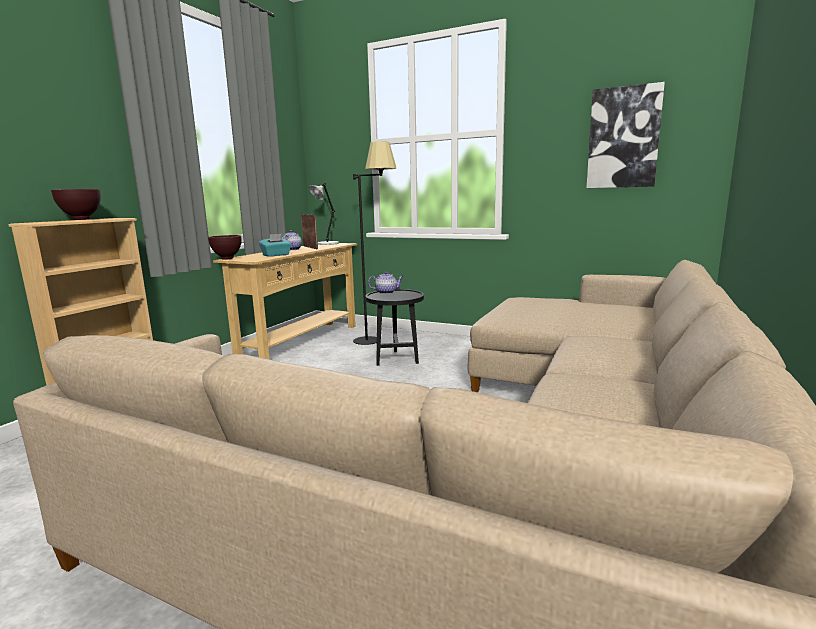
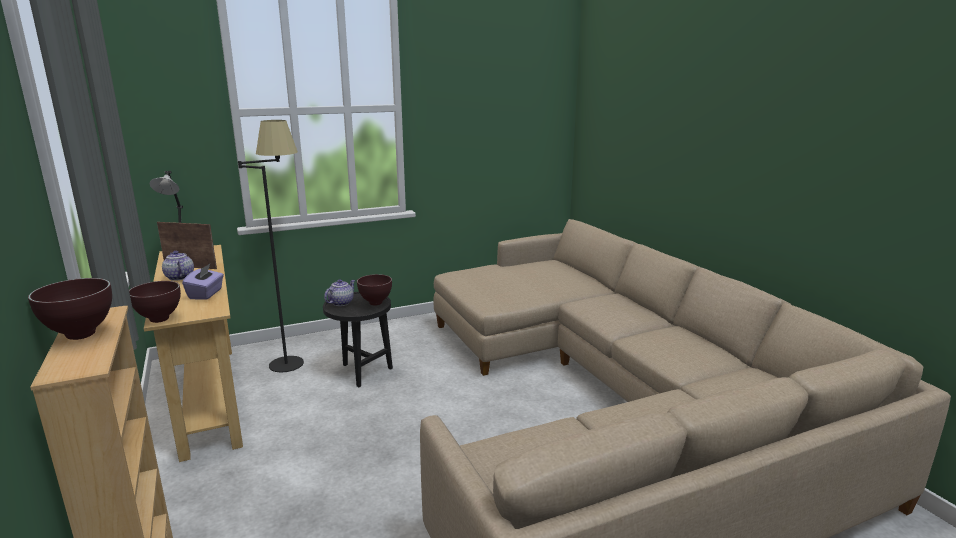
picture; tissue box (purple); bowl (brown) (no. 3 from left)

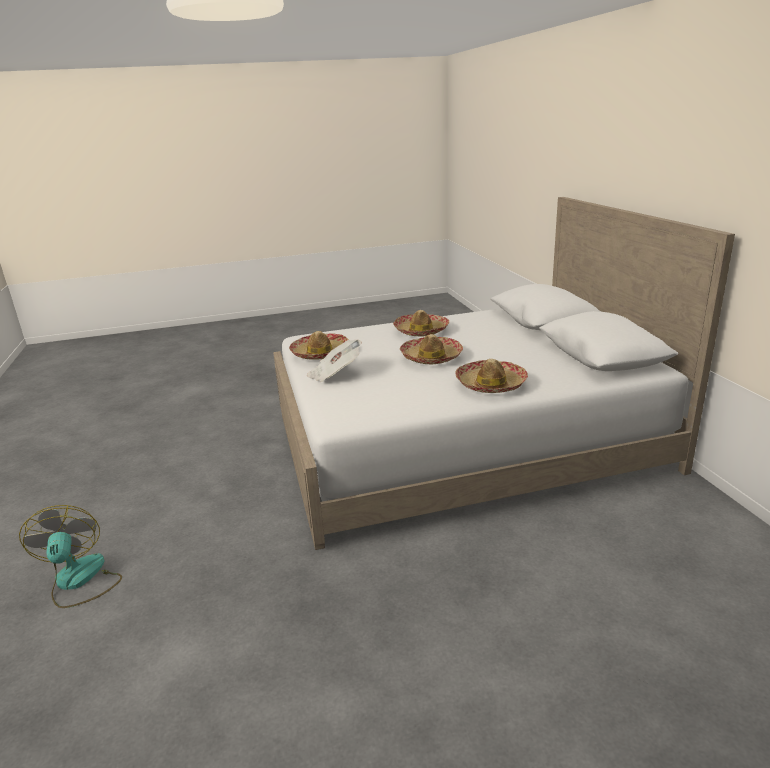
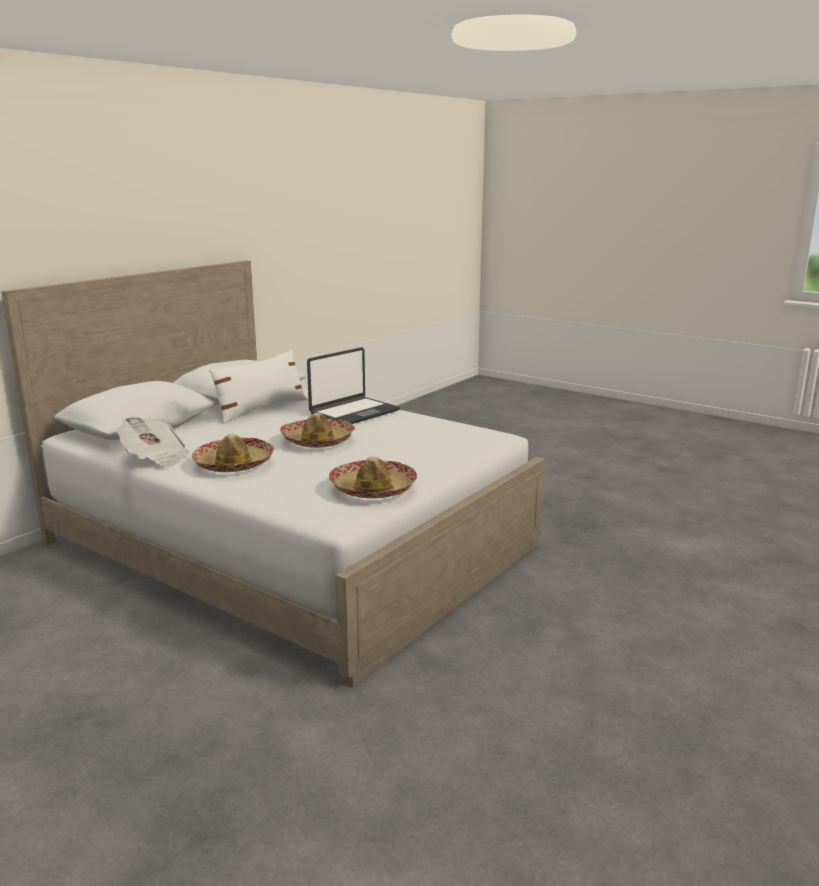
newspaper; laptop; fan; pillow (white)

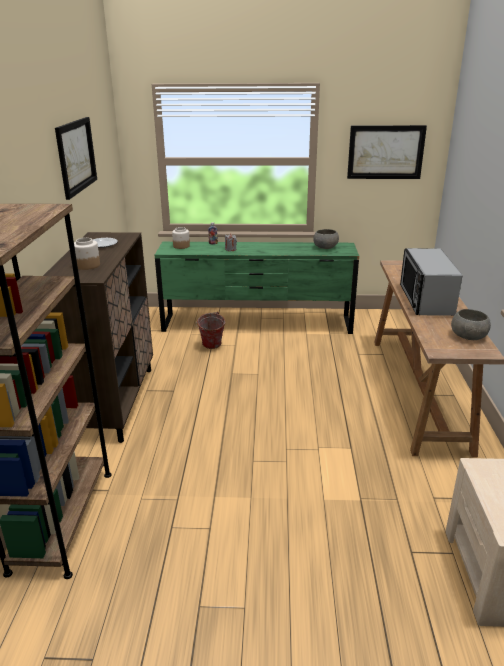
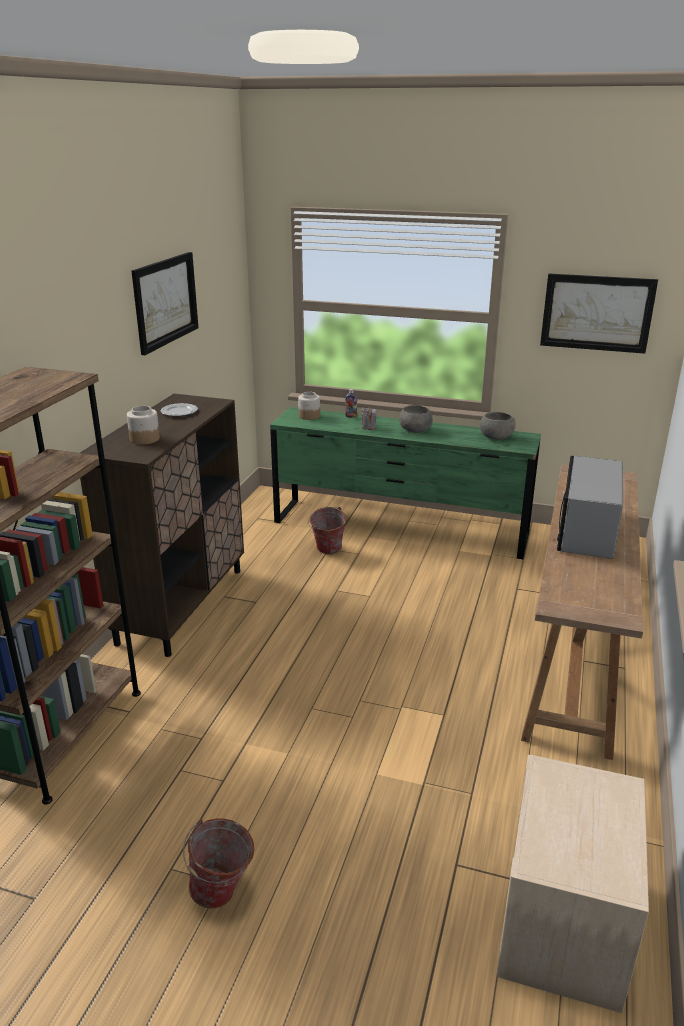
bowl (grey) (no. 1 from left); bucket (no. 1 from left)

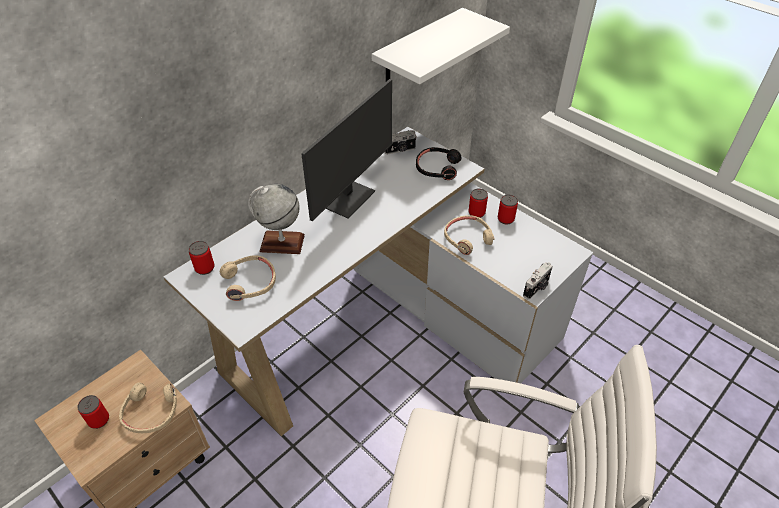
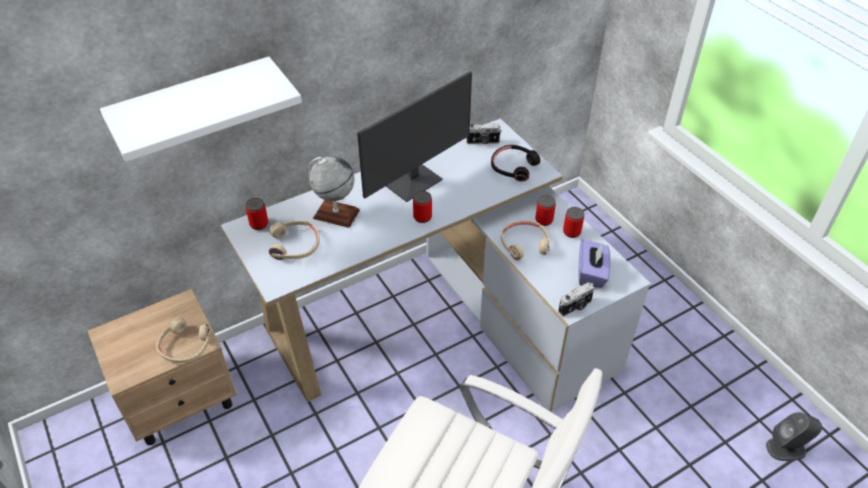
shelf (white); can (no. 2 from left); tissue box (purple); speaker (grey)

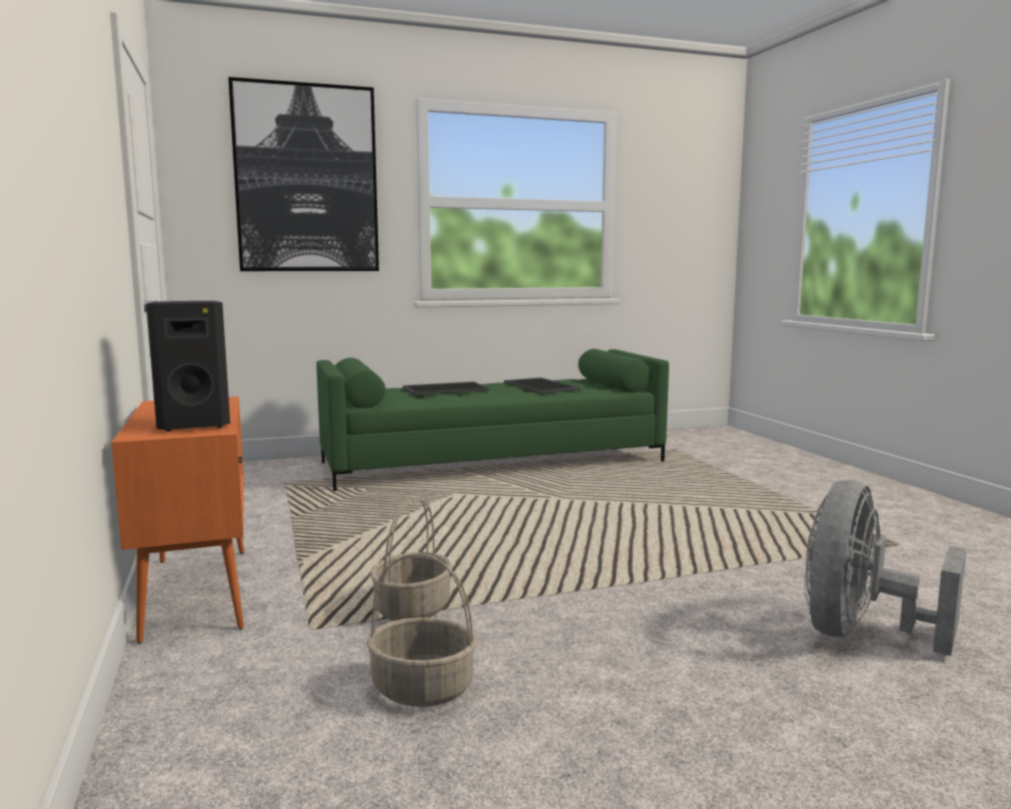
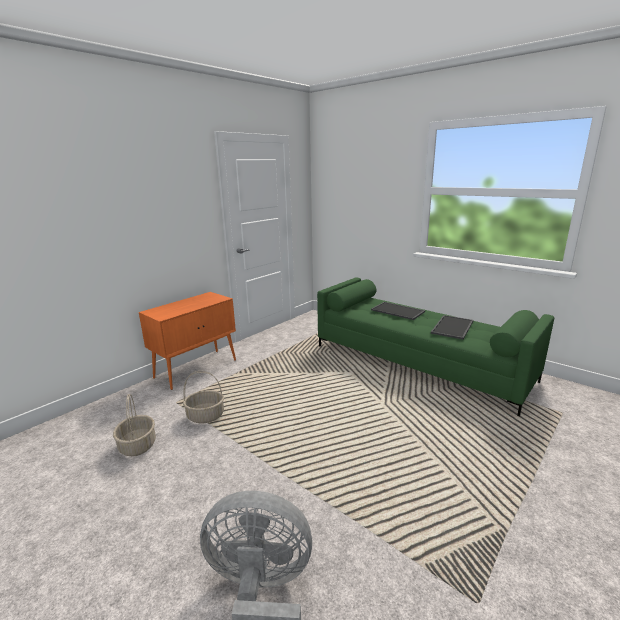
picture; speaker (black)

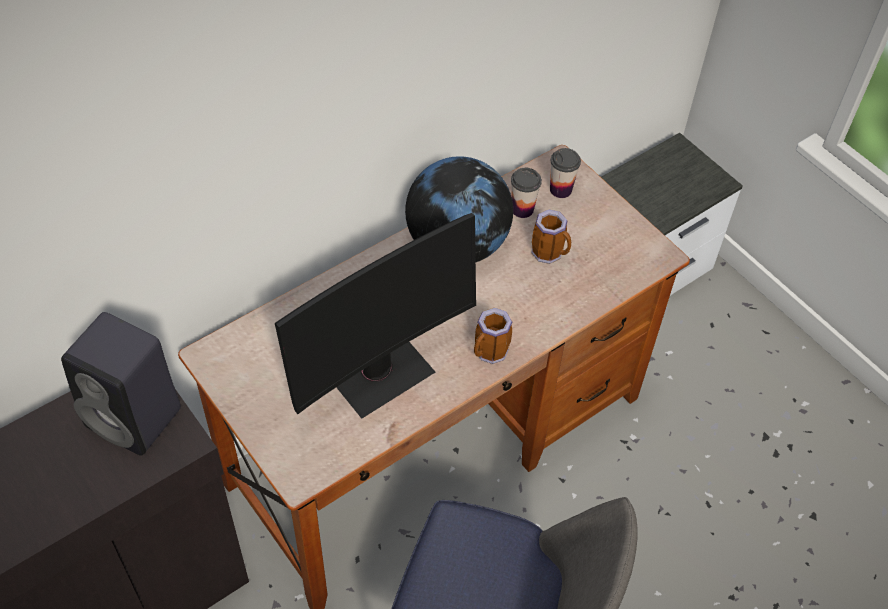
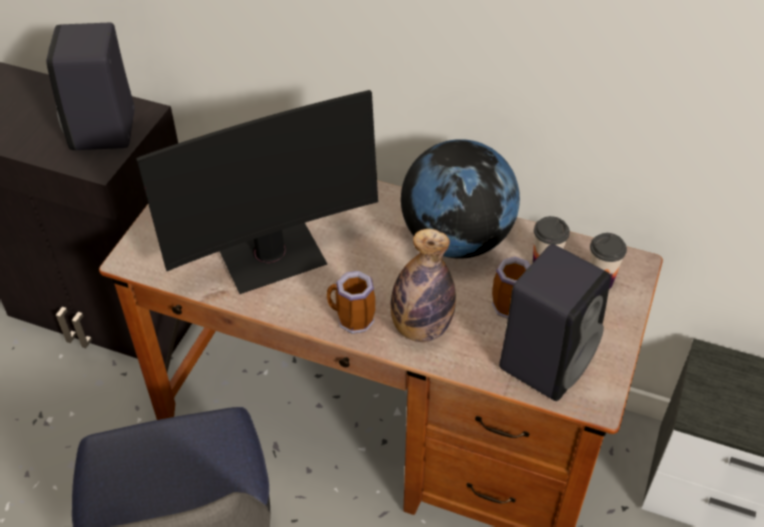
monitor; bottle; speaker (black) (no. 2 from left)

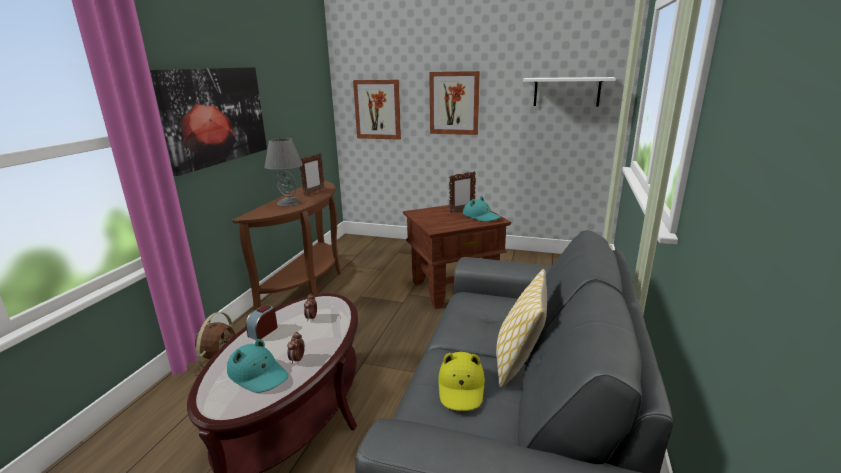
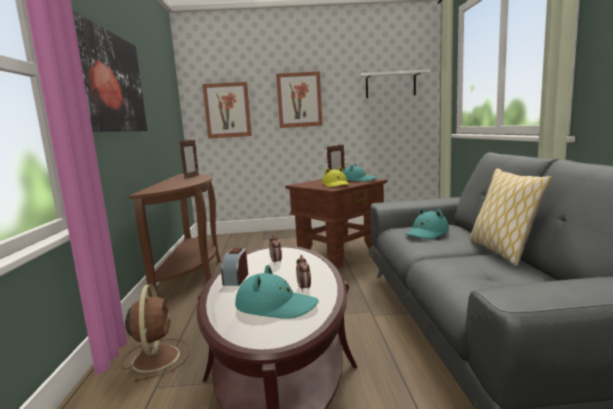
table lamp (grey); hat (yellow); hat (turquoise) (no. 3 from left)

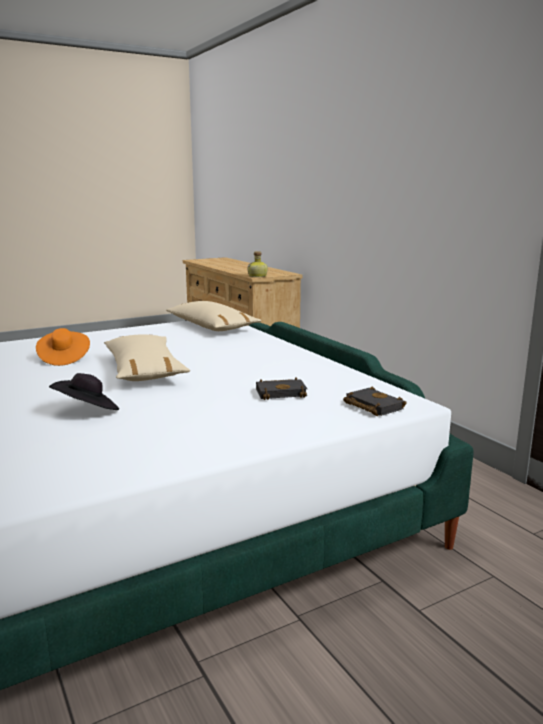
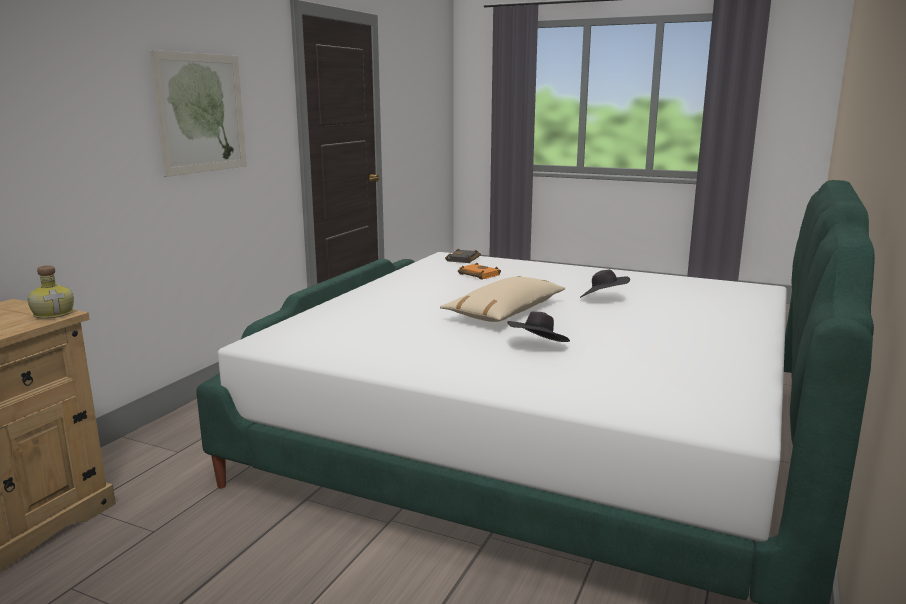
pillow (beige) (no. 2 from left in the first image); hat (black) (no. 1 from left); book (orange); picture

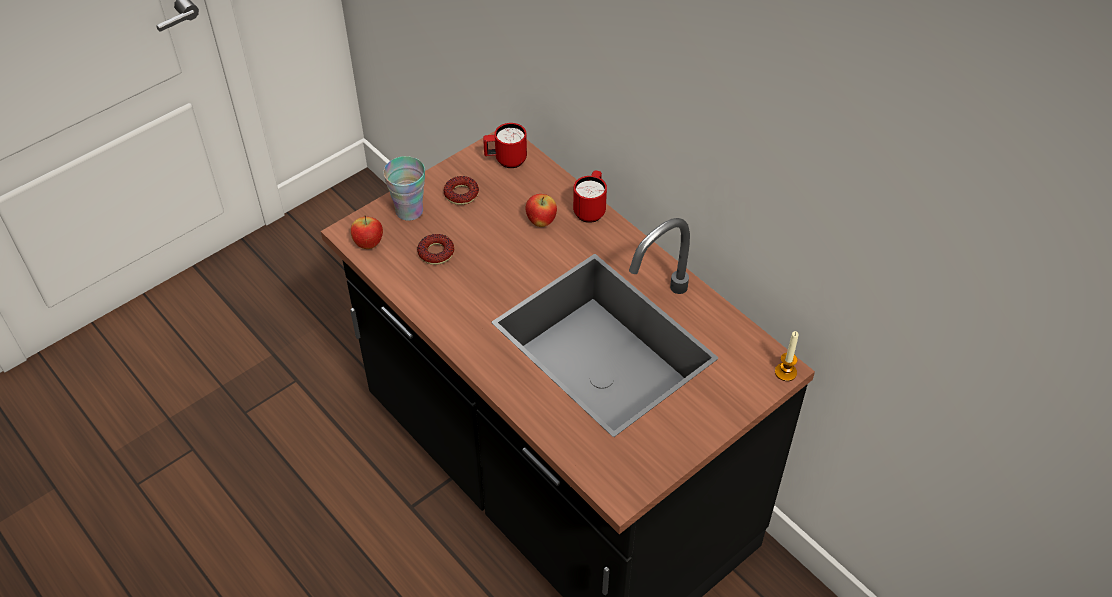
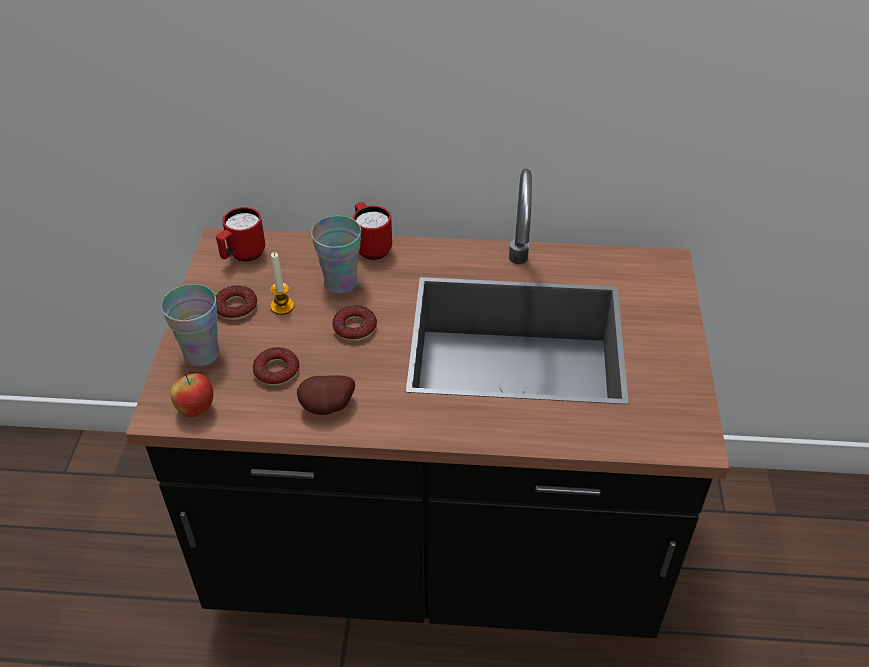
cup (no. 2 from left); candle; donut (no. 3 from left); potato

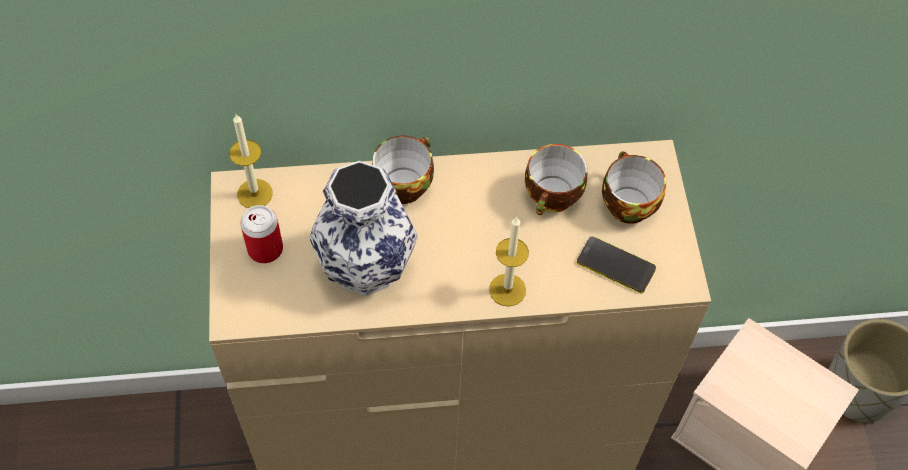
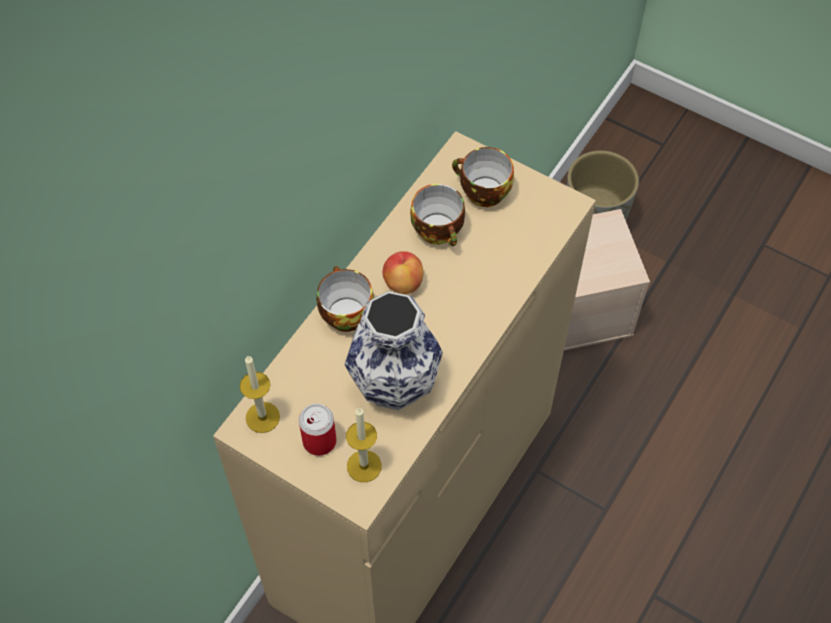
candle (no. 2 from left); phone; apple

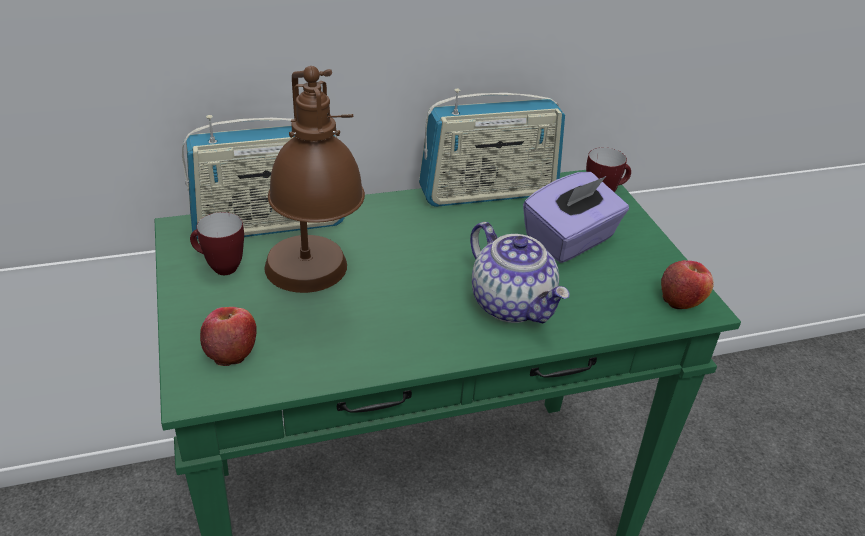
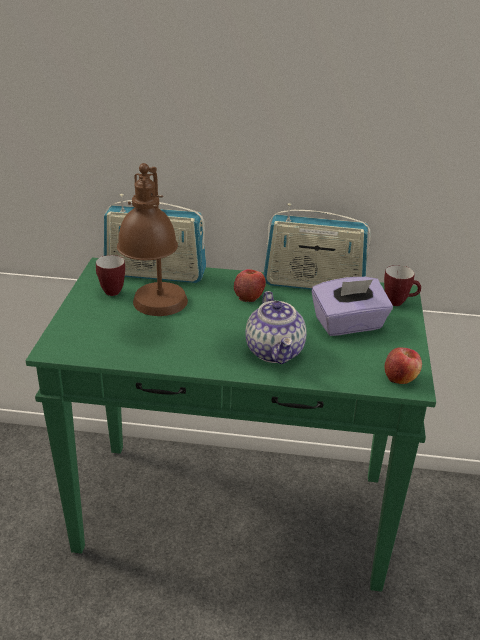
apple (no. 1 from left)

